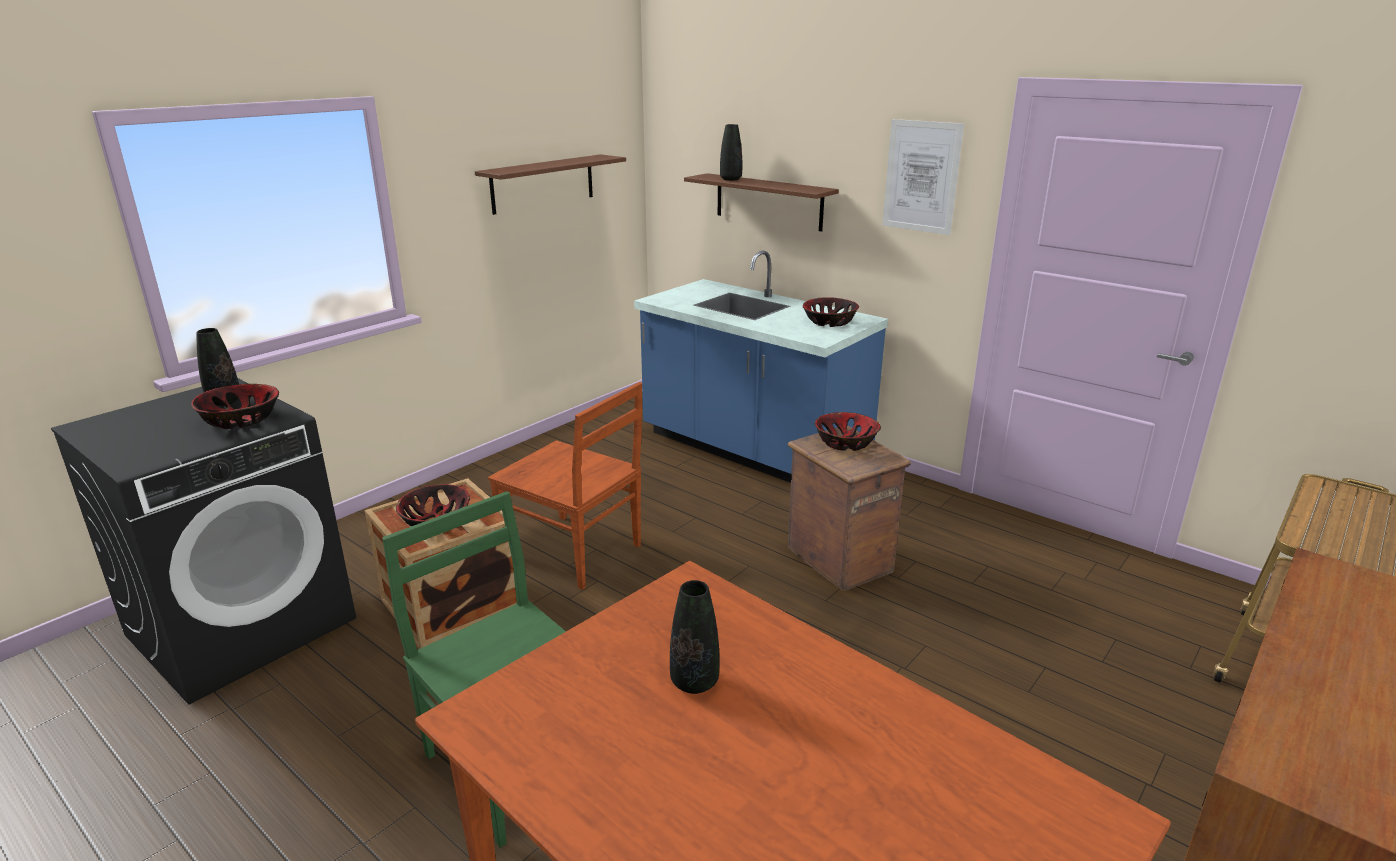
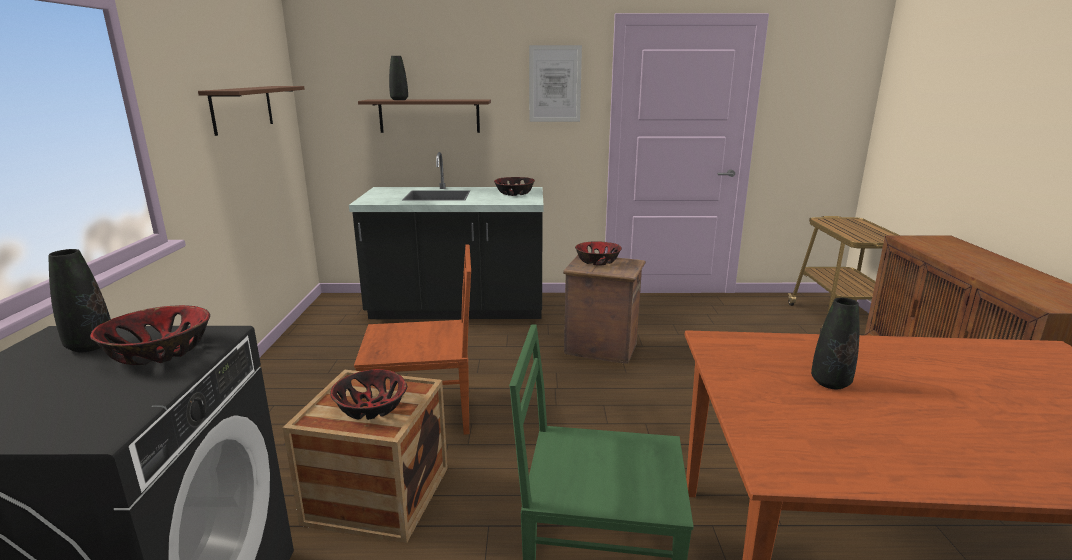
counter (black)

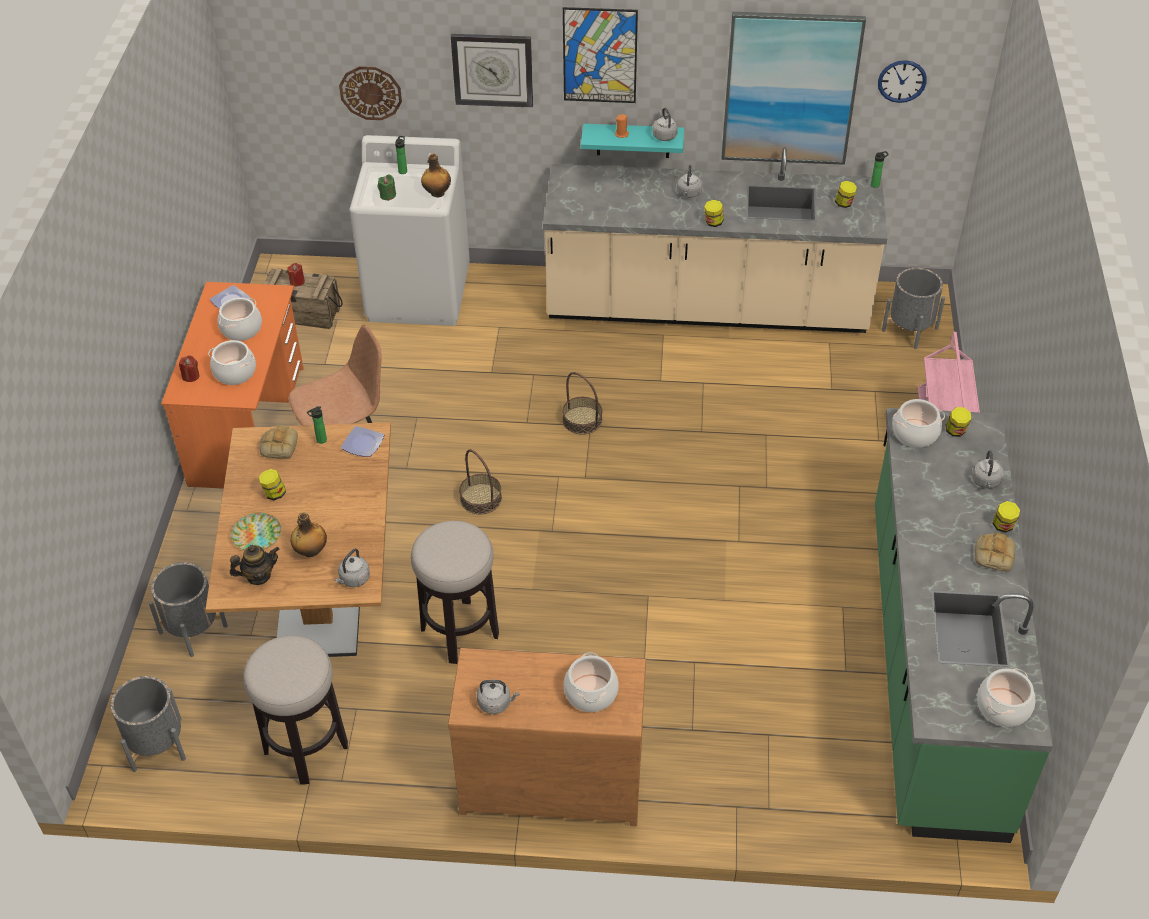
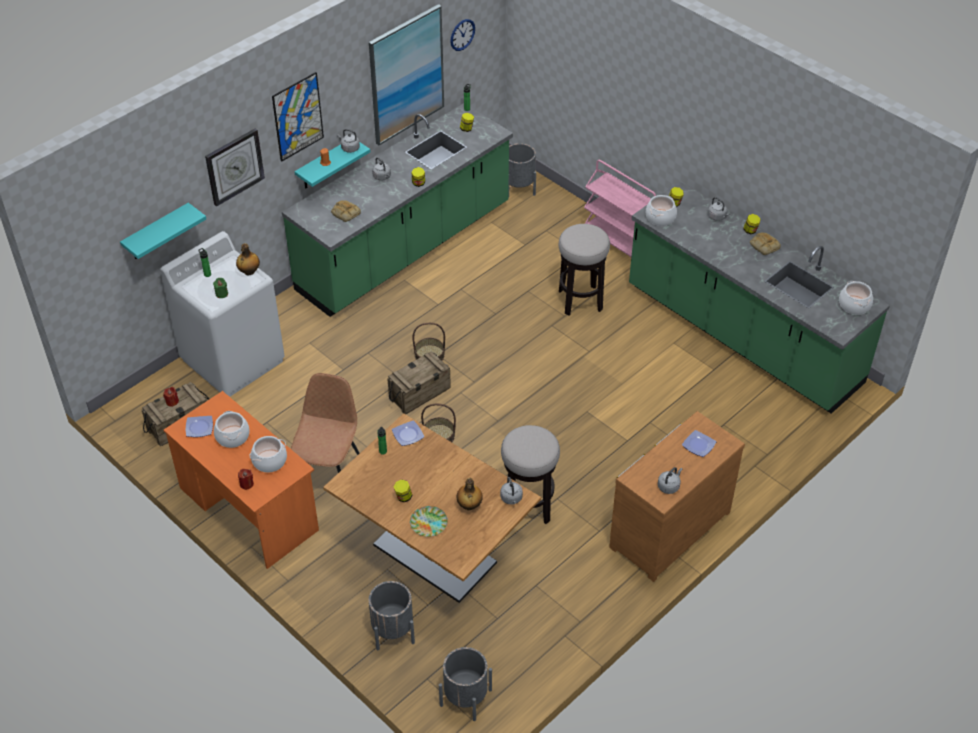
shelf (turquoise) (no. 1 from left); counter (green) (no. 1 from left); bread (no. 1 from left); teapot; stool (no. 2 from left); plate (no. 4 from left); crate (no. 2 from left)

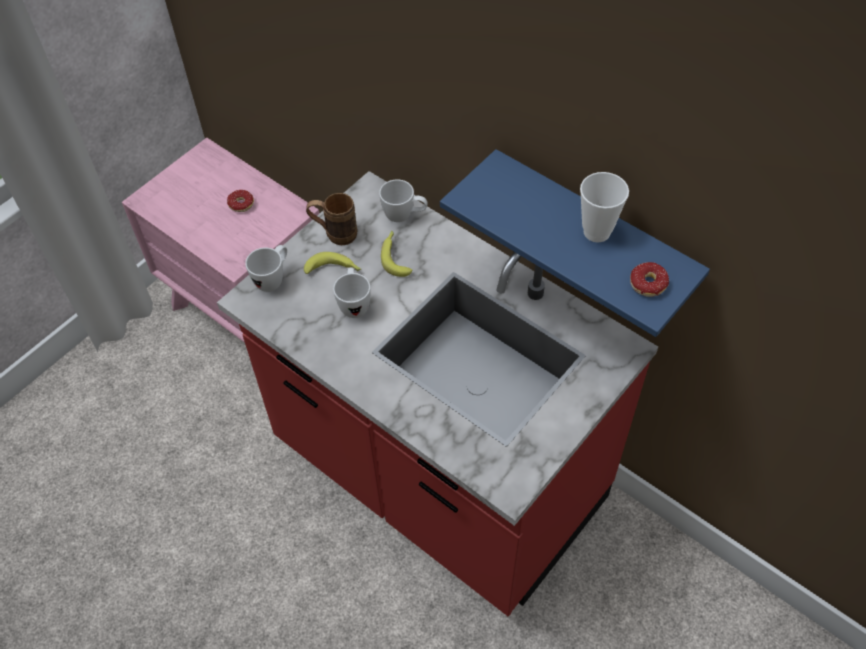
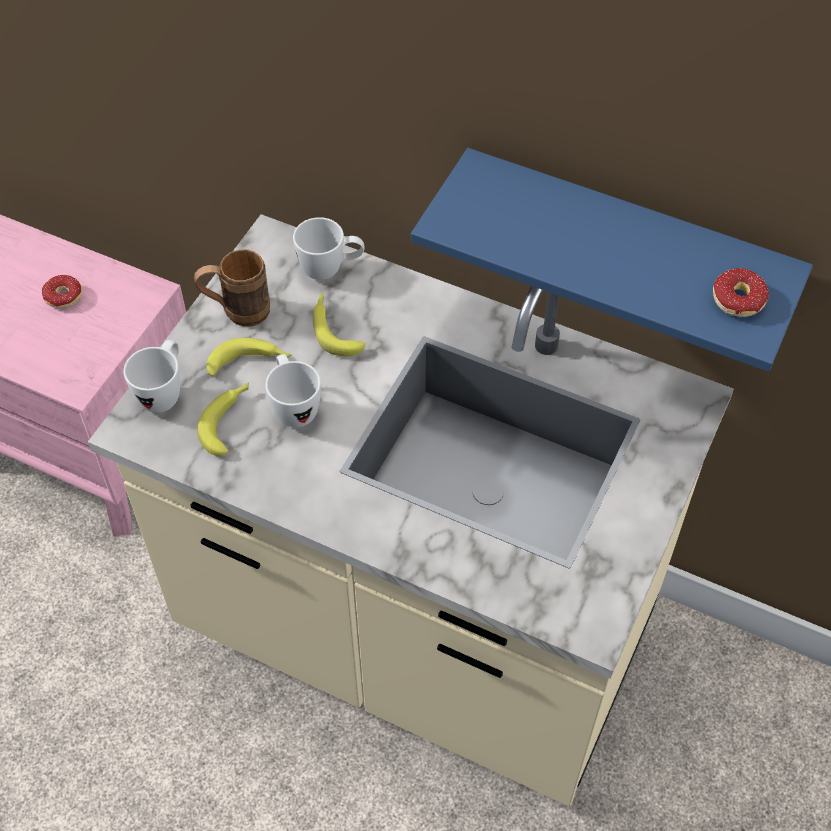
counter (beige); cup; banana (no. 1 from left)

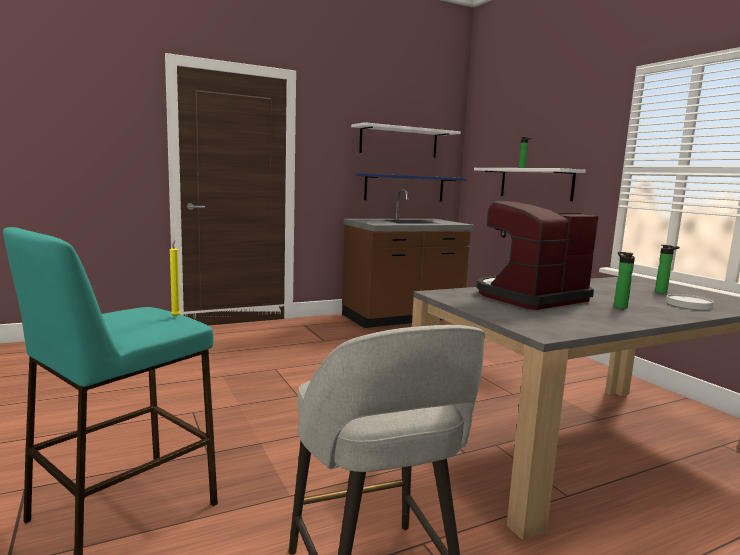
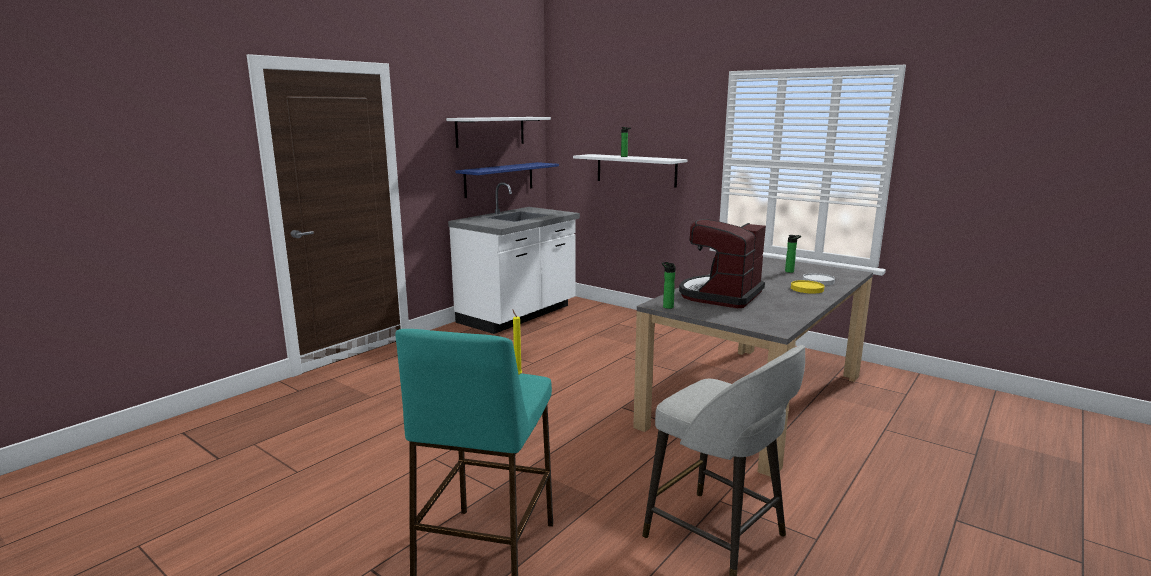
counter (white); bottle (no. 2 from left); plate (yellow)

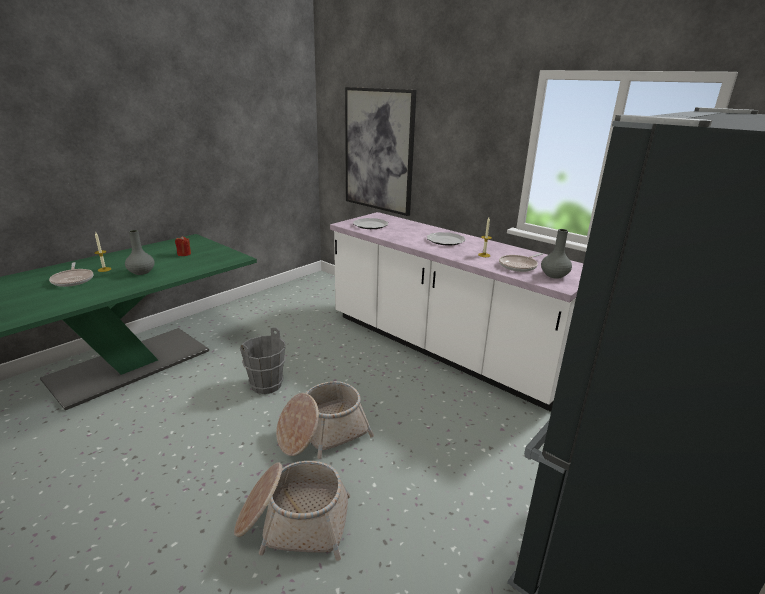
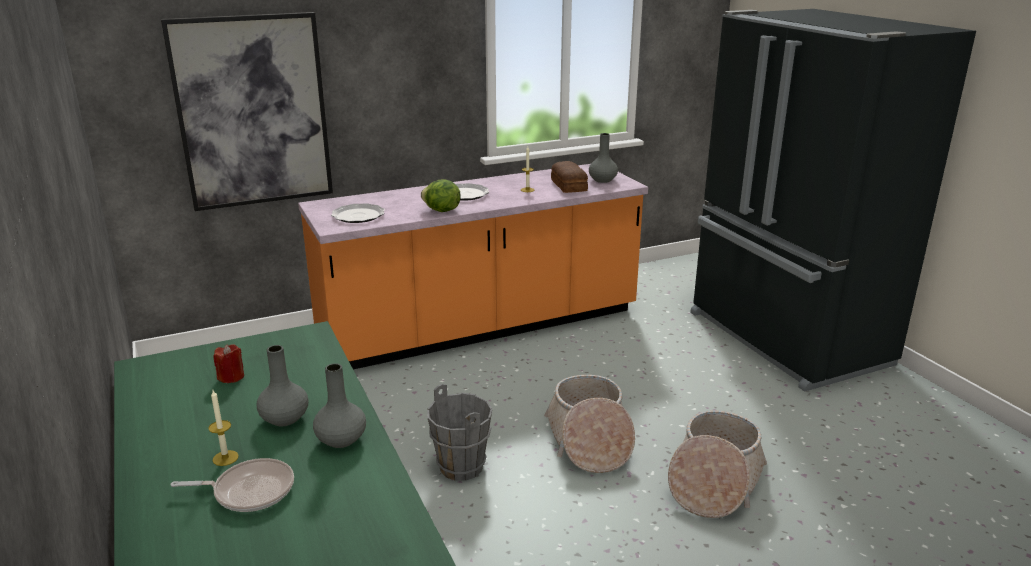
counter (orange); bread; lettuce; vase (grey) (no. 2 from left)

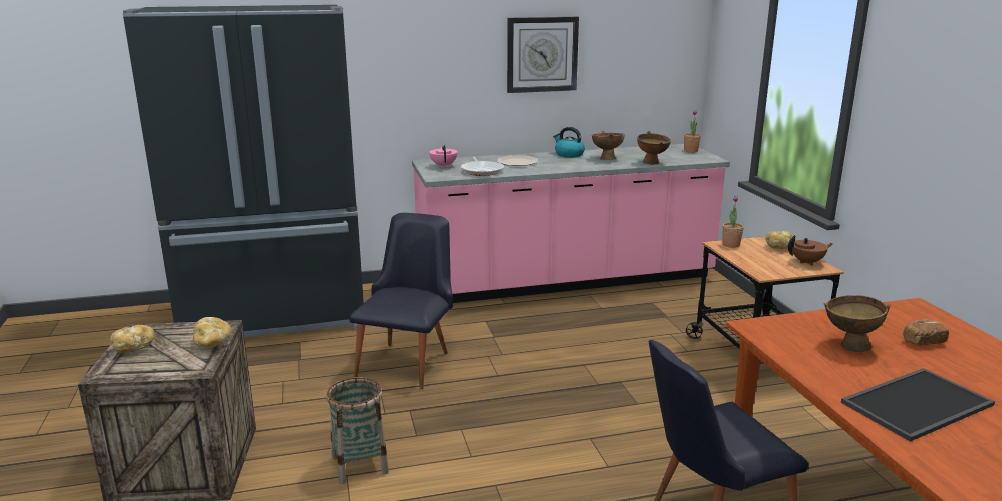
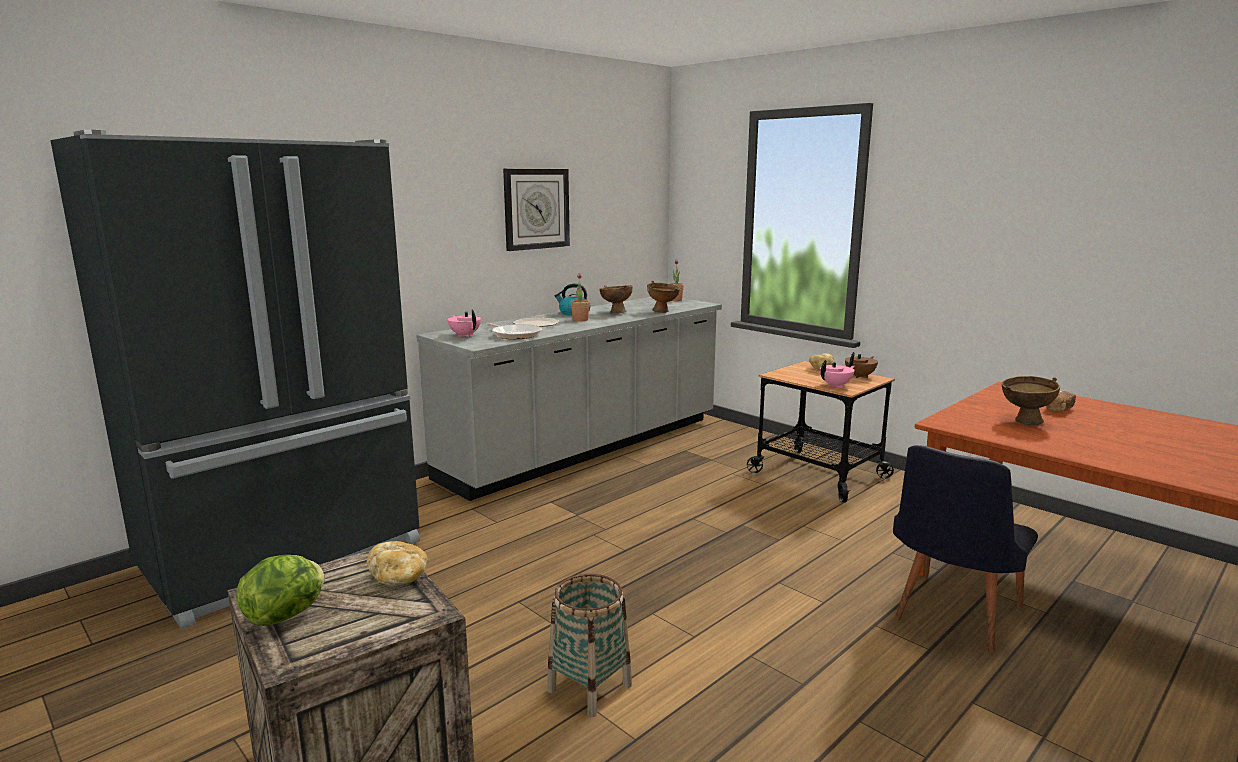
counter (grey); potted plant (no. 1 from left); chair (black) (no. 1 from left in the first image); lettuce; tray; teapot (pink) (no. 2 from left)

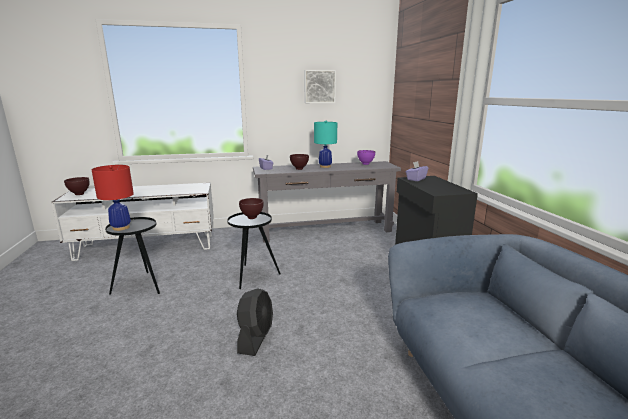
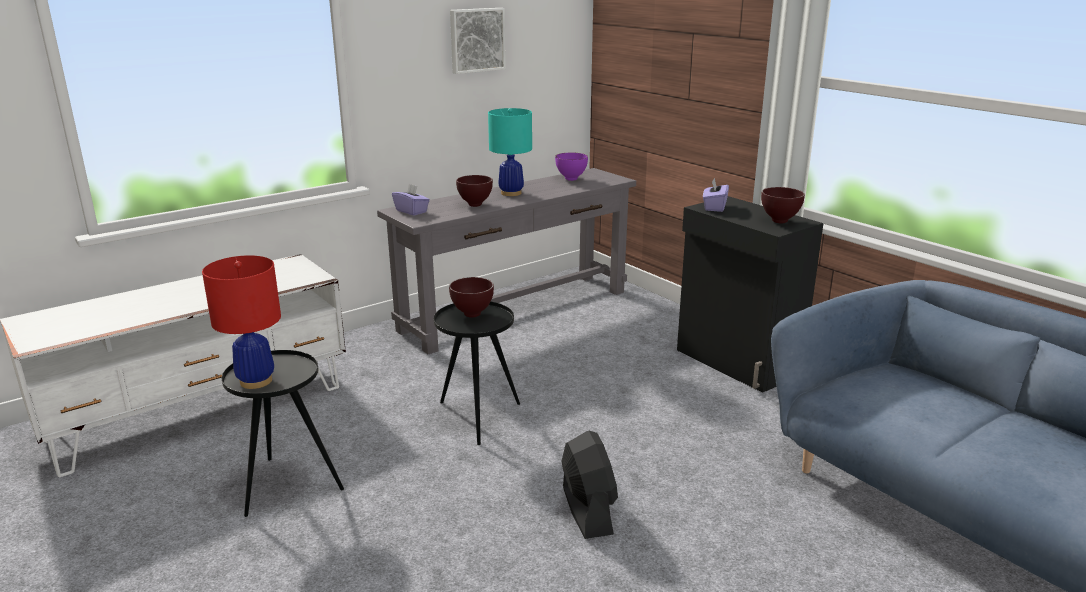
bowl (brown) (no. 3 from left)

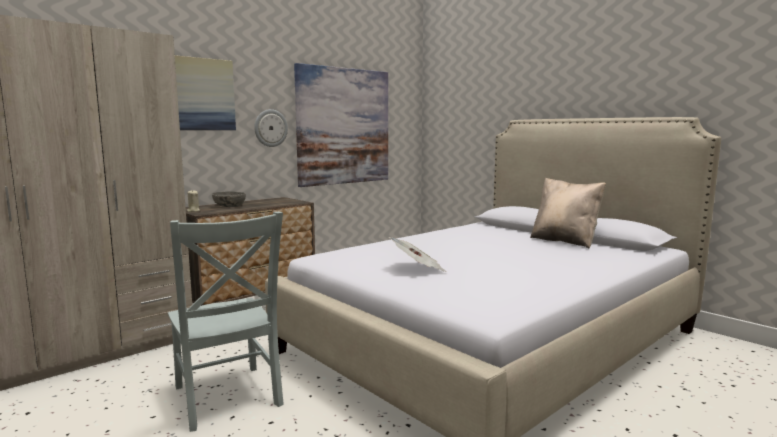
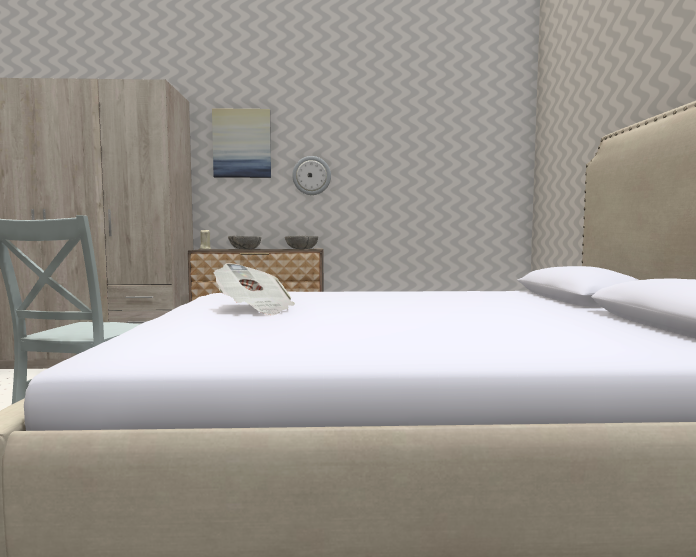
picture (no. 2 from left in the first image); pillow (beige); bowl (grey) (no. 2 from left)

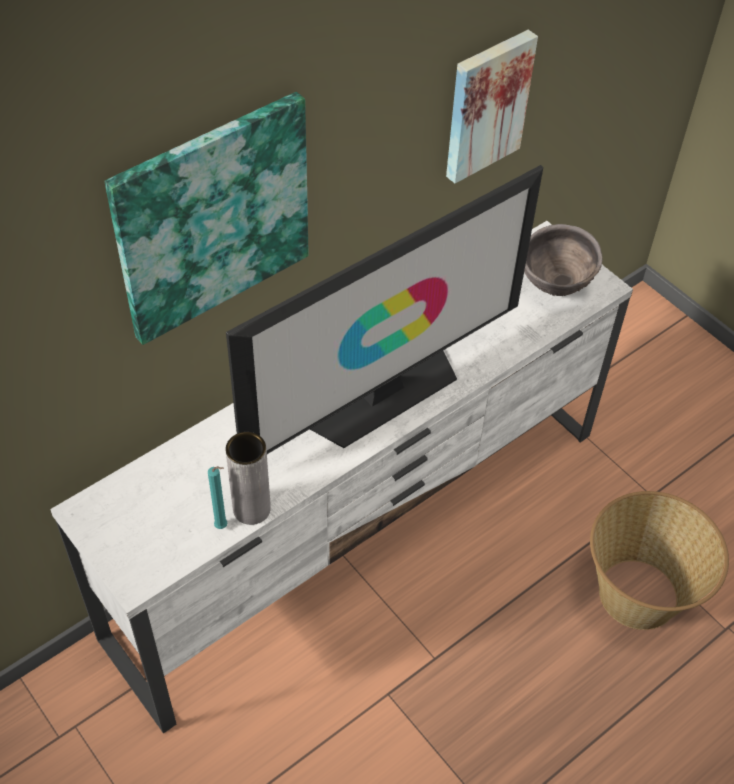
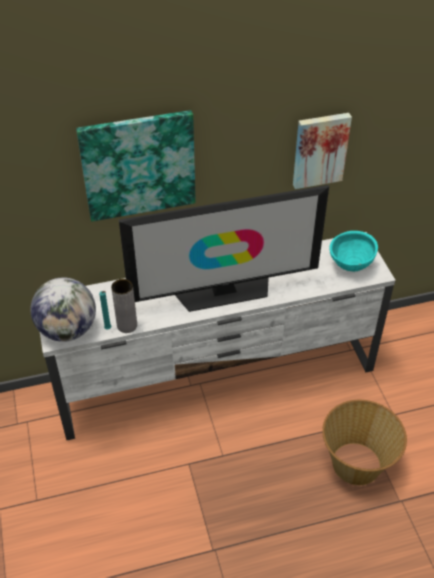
bowl (turquoise); globe

